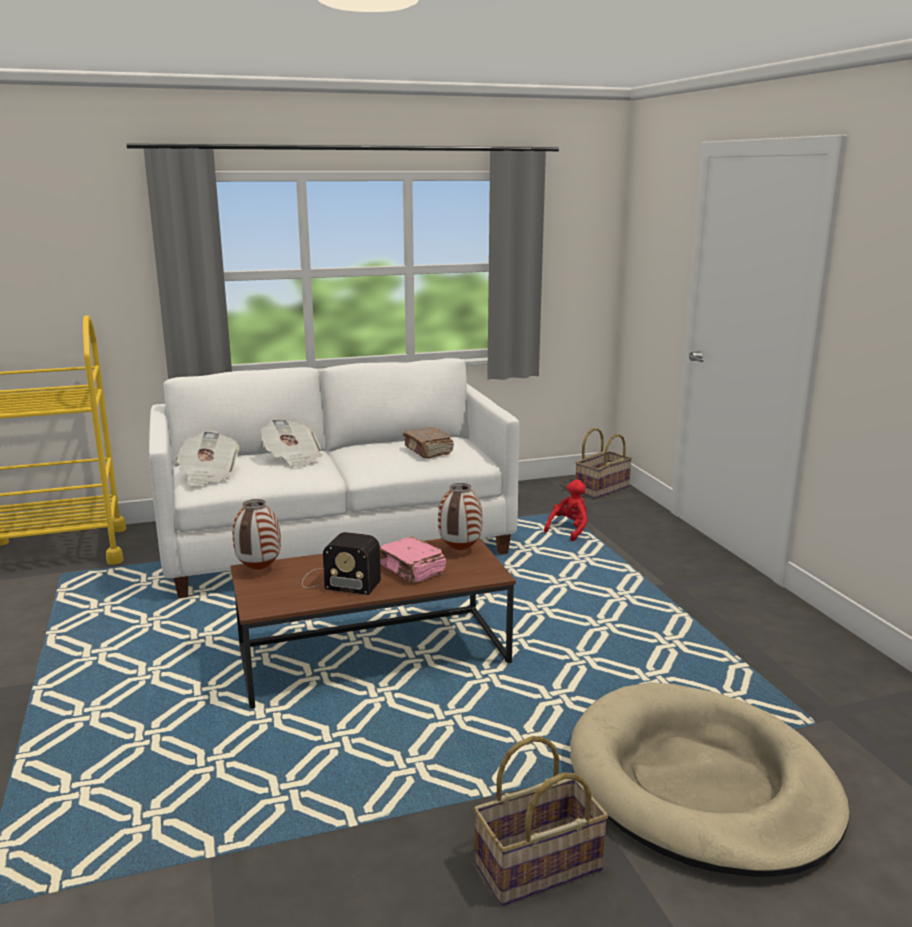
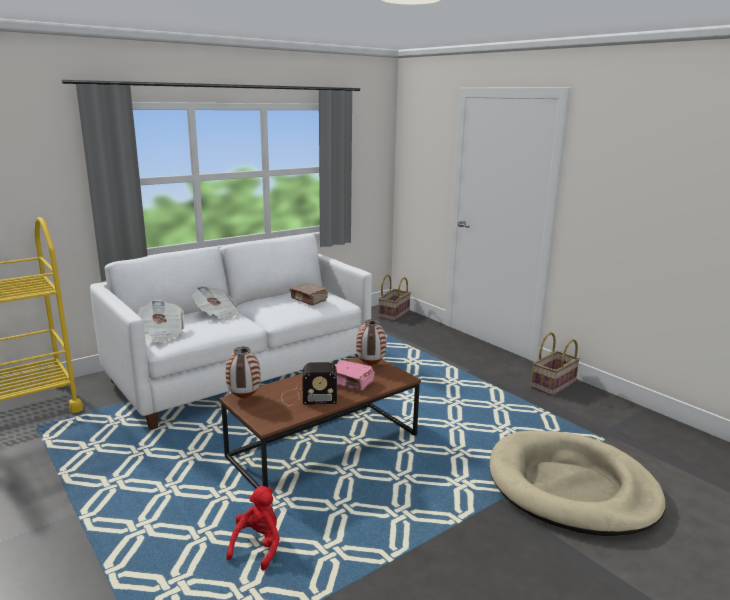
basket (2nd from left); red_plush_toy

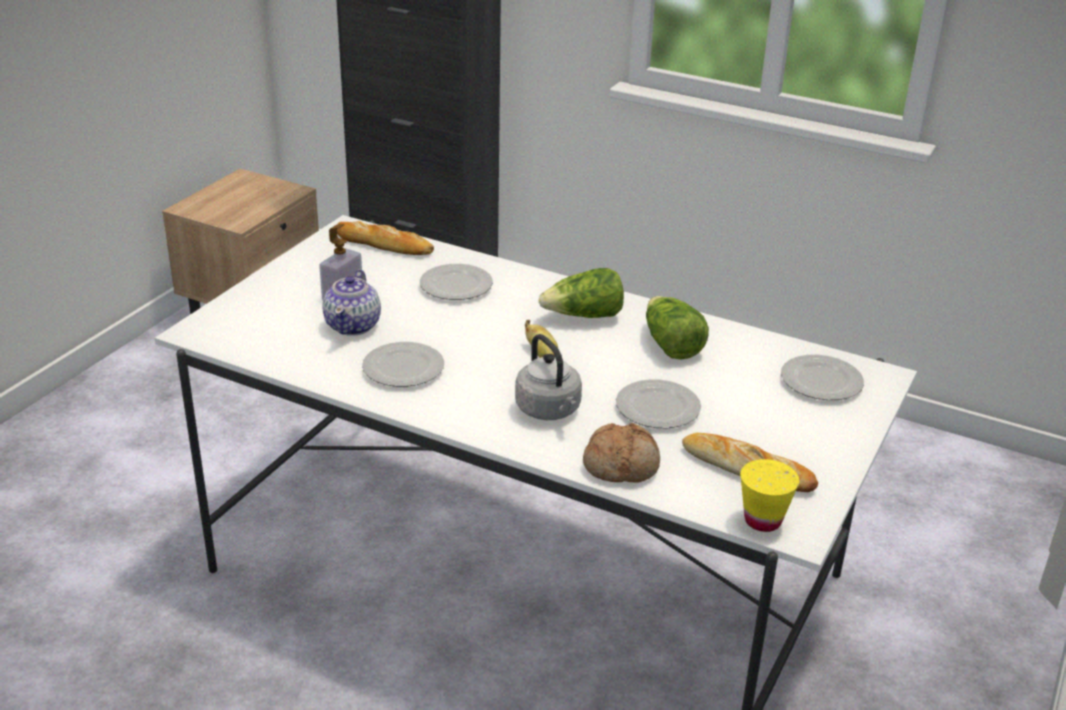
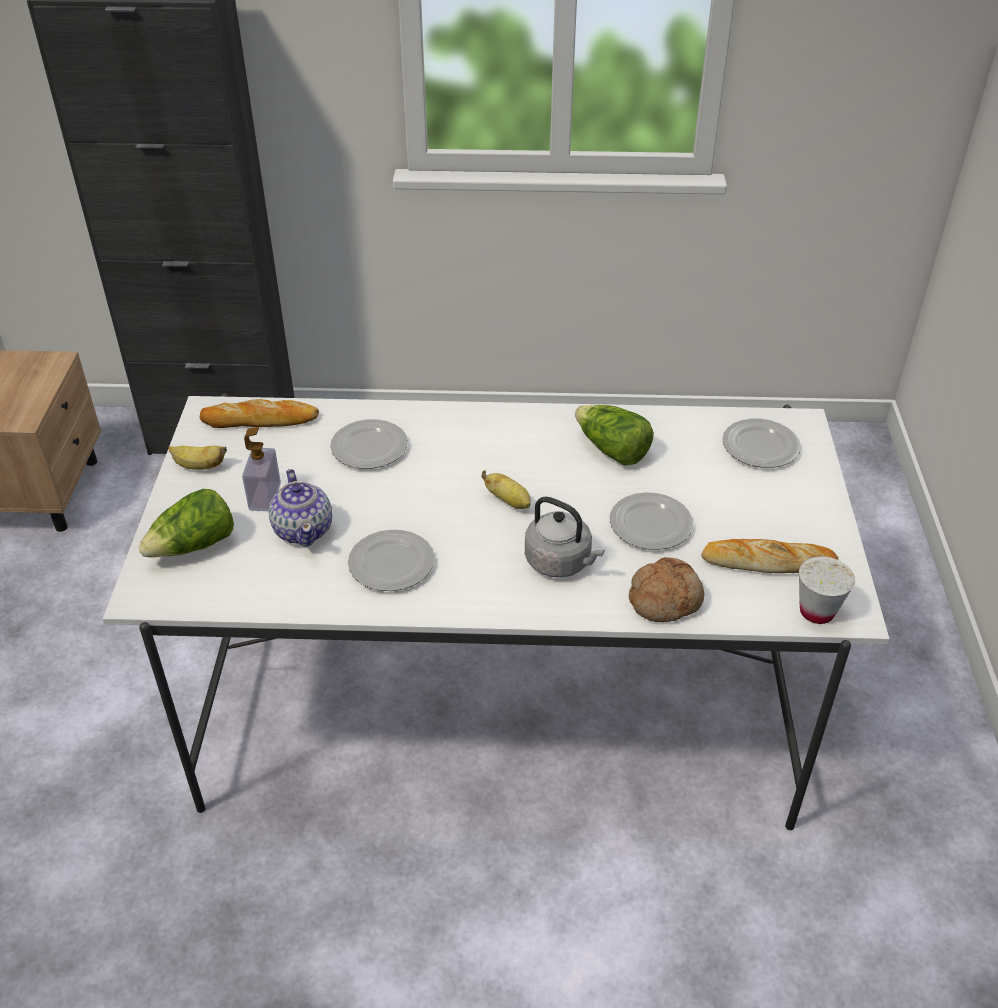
banana (1st from left); lettuce (1st from left); white_cup

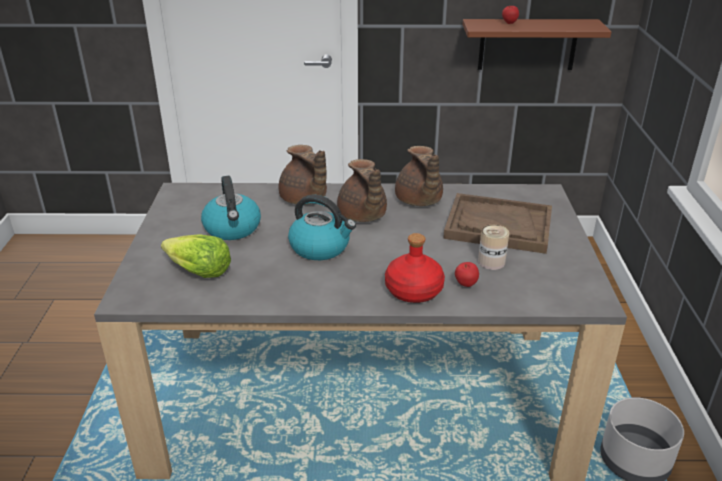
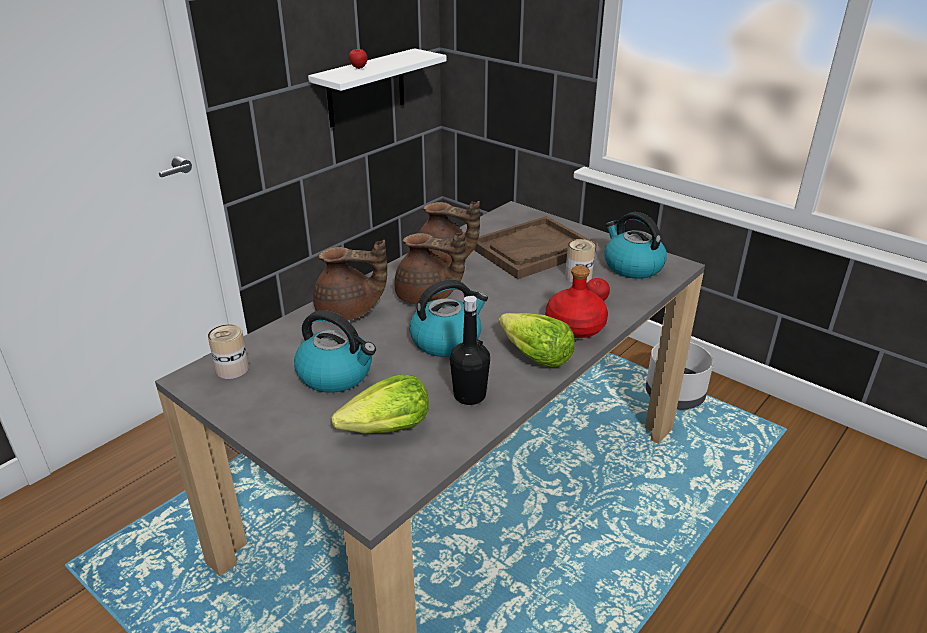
can (1st from left); black_bottle; lettuce (2nd from left); kettle (3rd from left); white_shelf

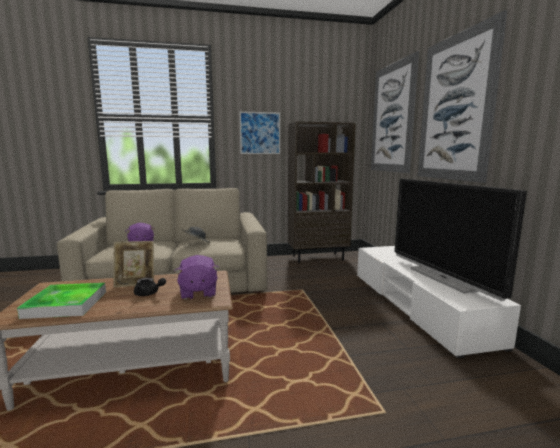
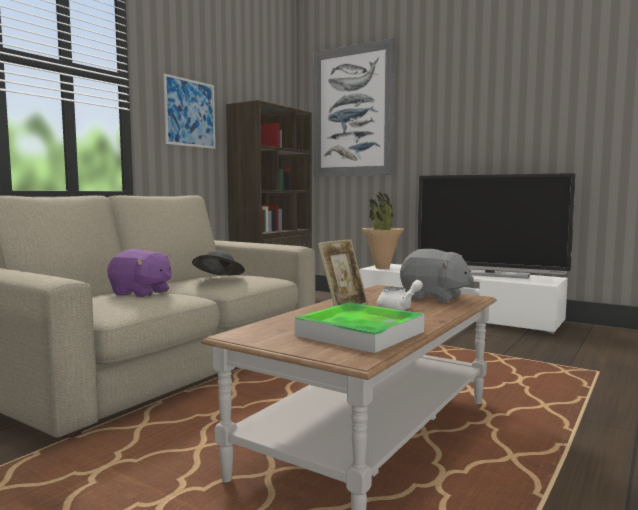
picture (3rd from left in the first image); potted_plant; white_teapot; grey_plush_toy

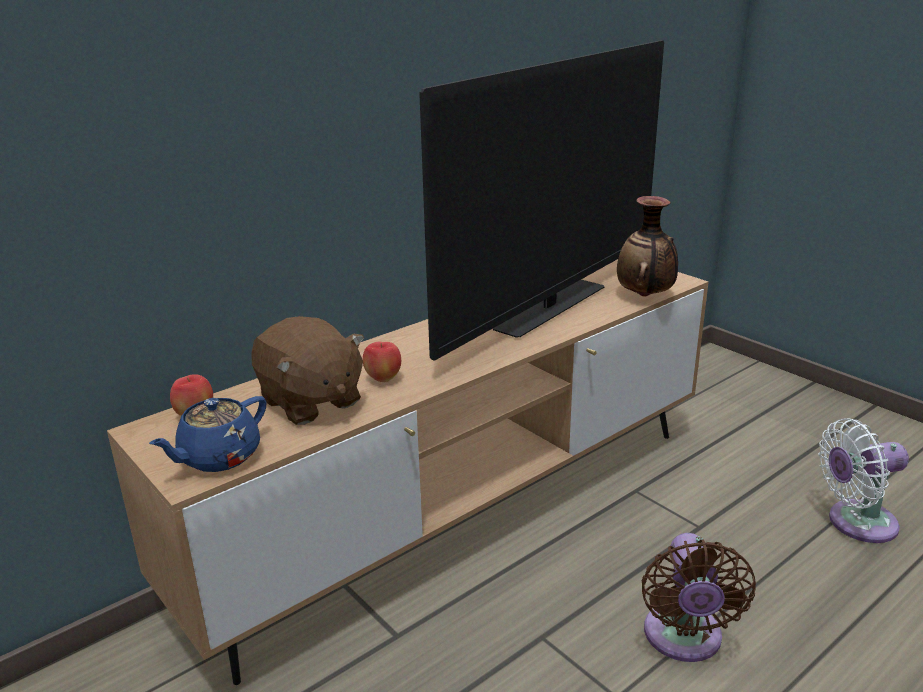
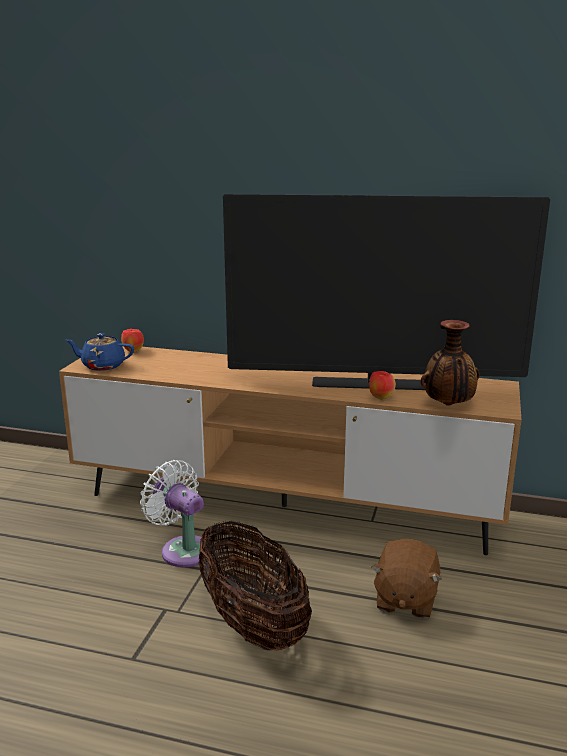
brown_plush_toy; apple (2nd from left); white_fan; basket

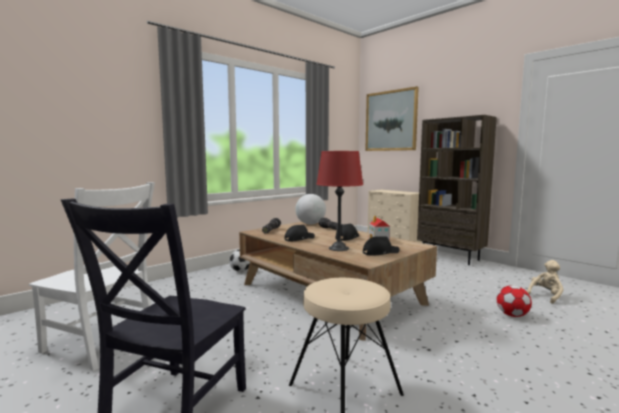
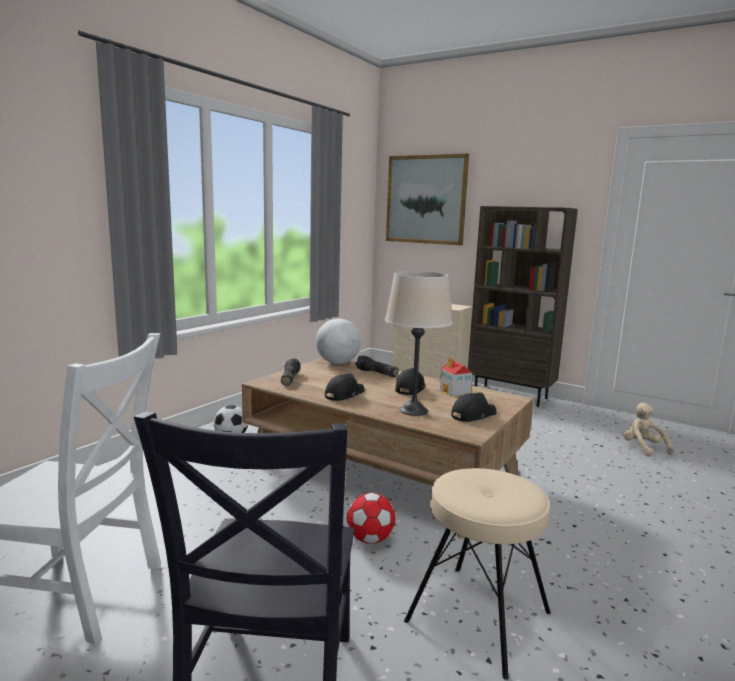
football (2nd from left); beige_table_lamp; beige_plush_toy

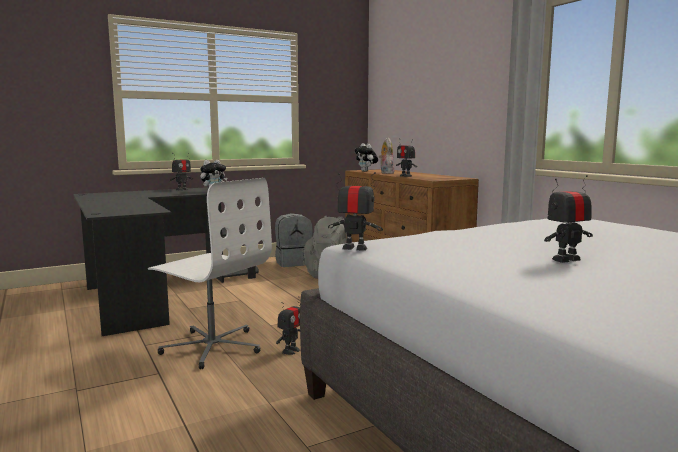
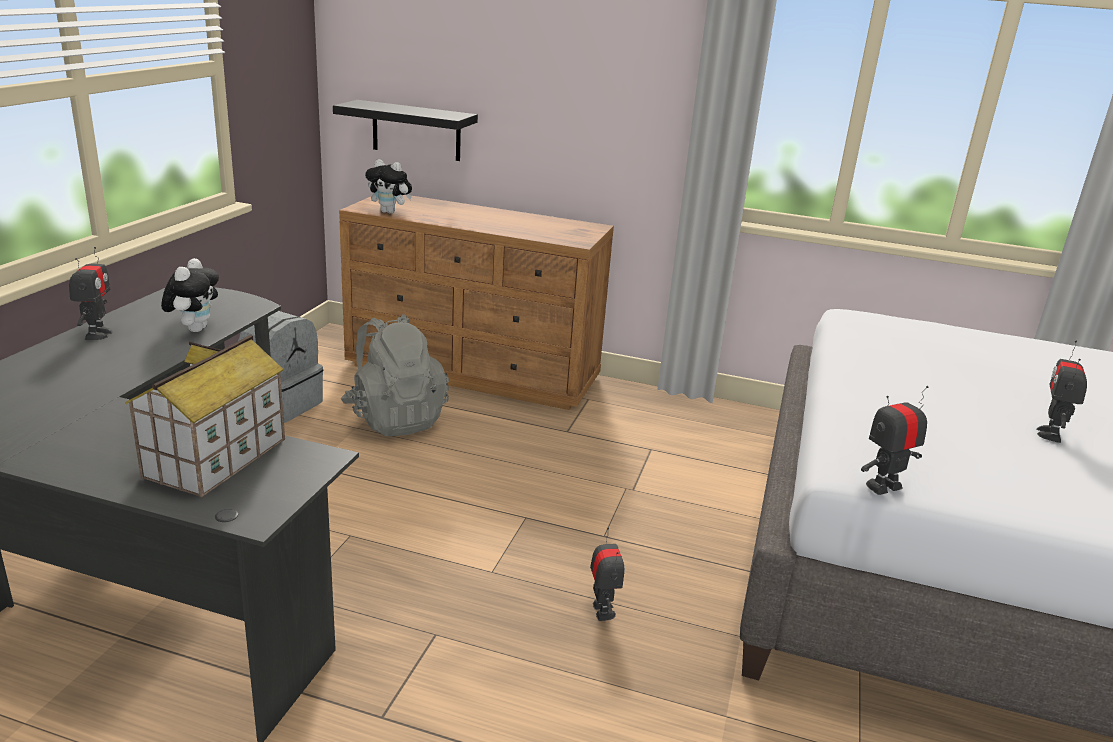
white_office_chair; plush_toy (3rd from left in the first image); toy_robot (4th from left in the first image); toy_house; black_shelf

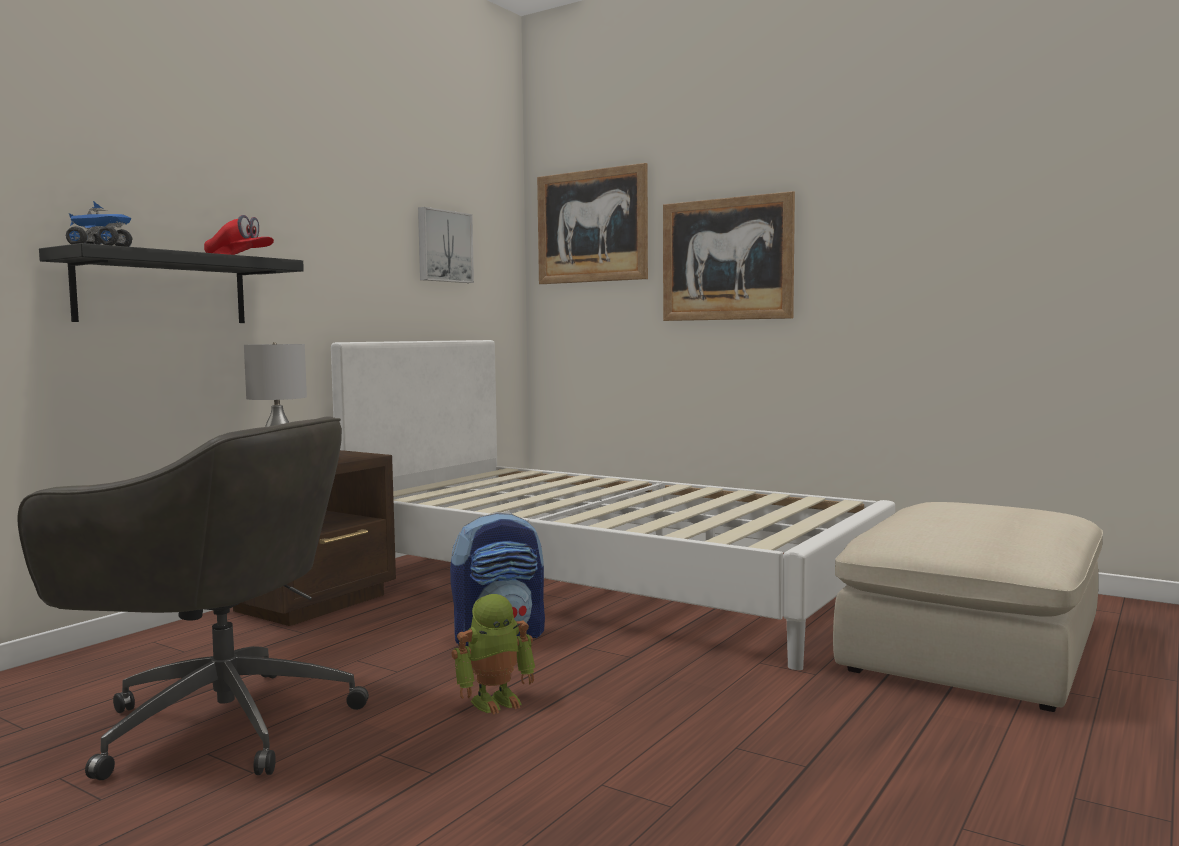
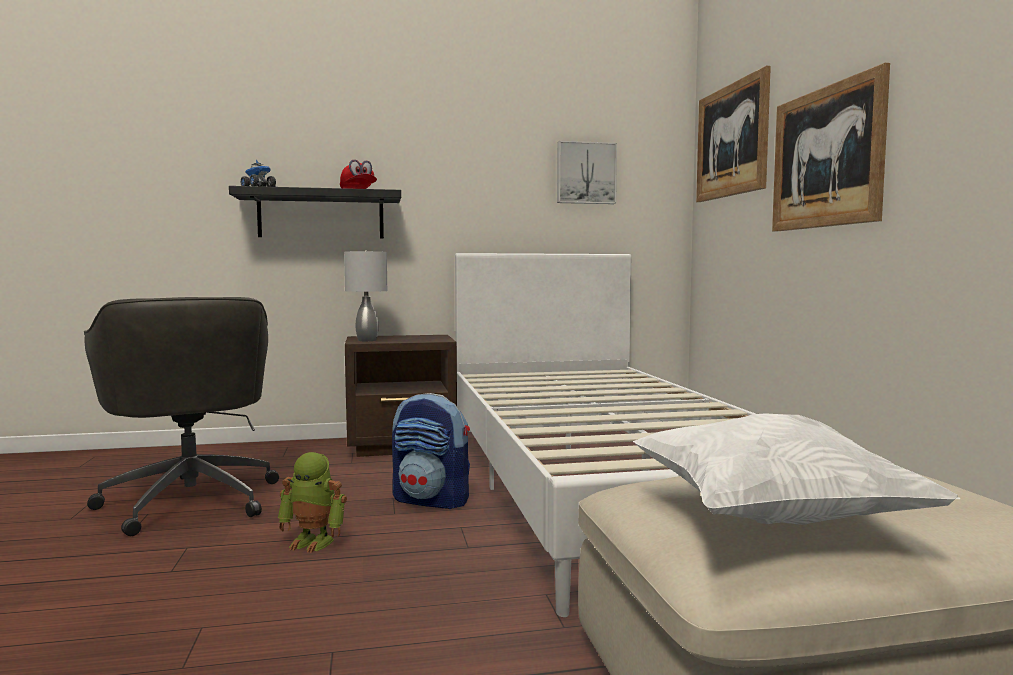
white_pillow

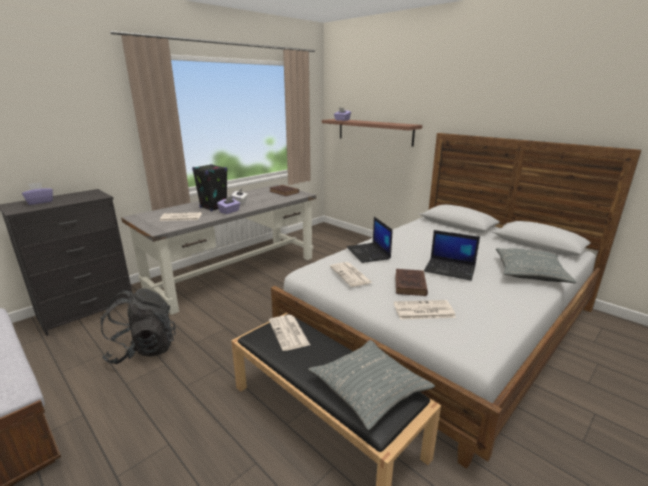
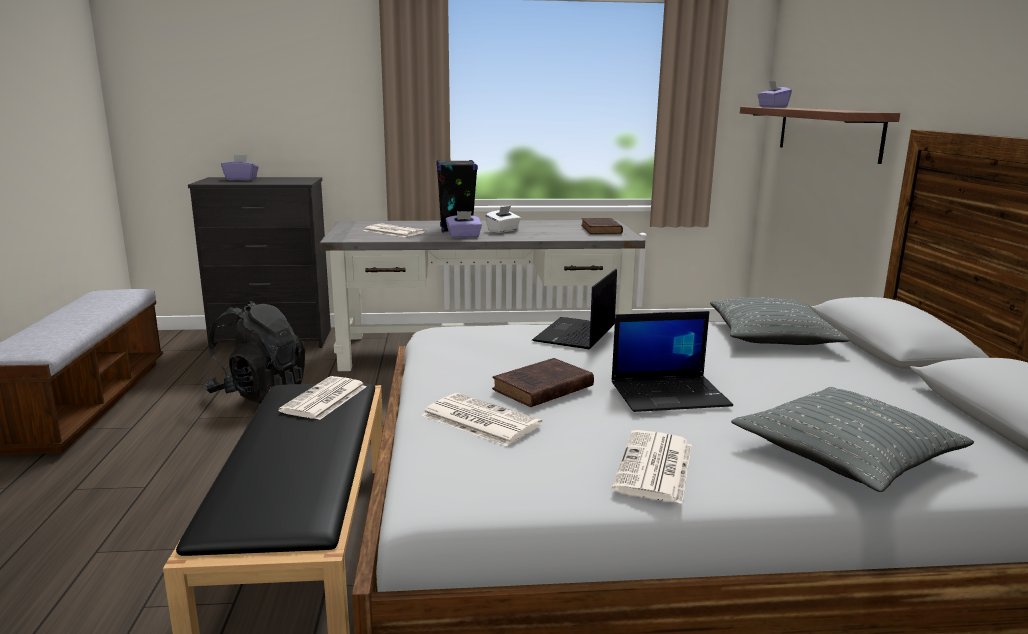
grey_pillow (1st from left); newspaper (4th from left); laptop (2nd from left)

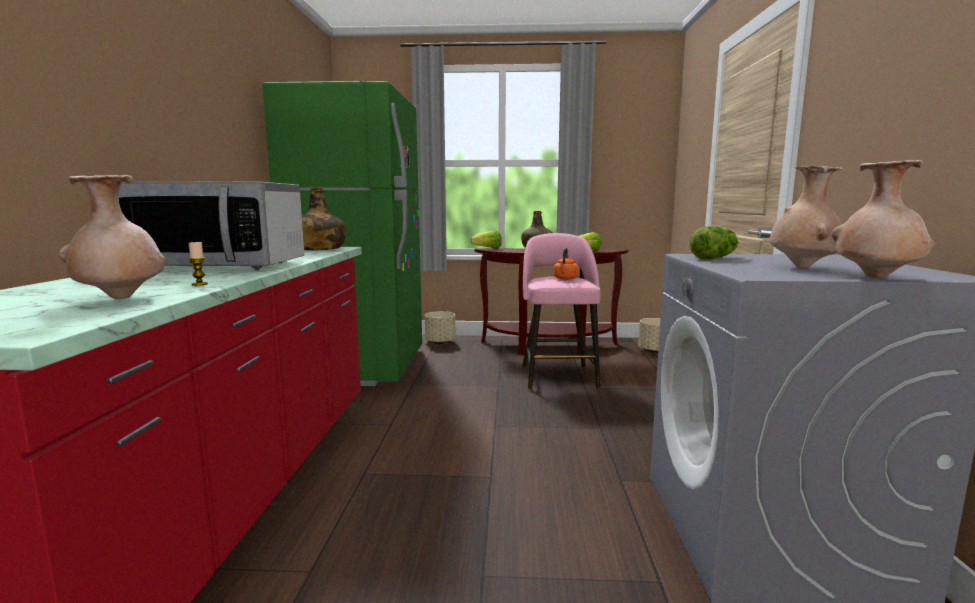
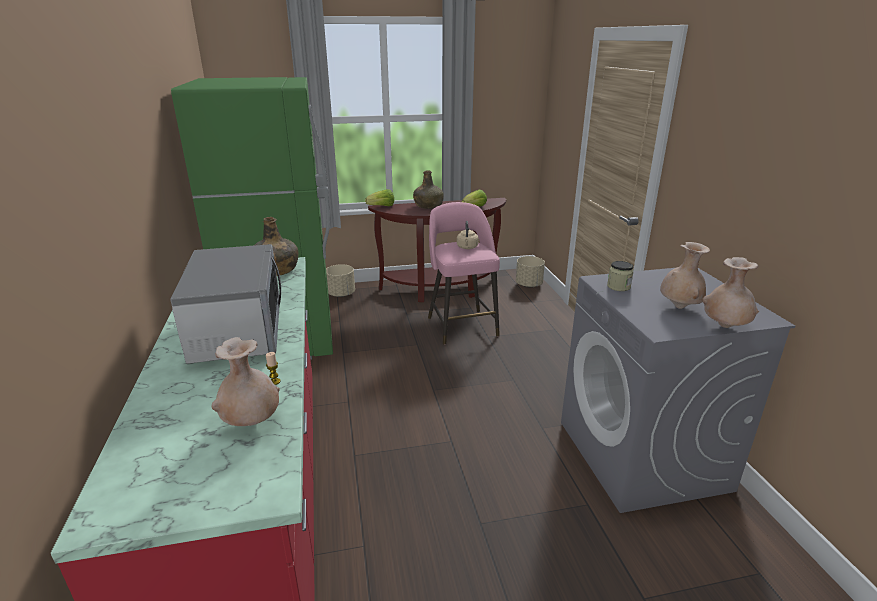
jar; beige_kettle; microwave

